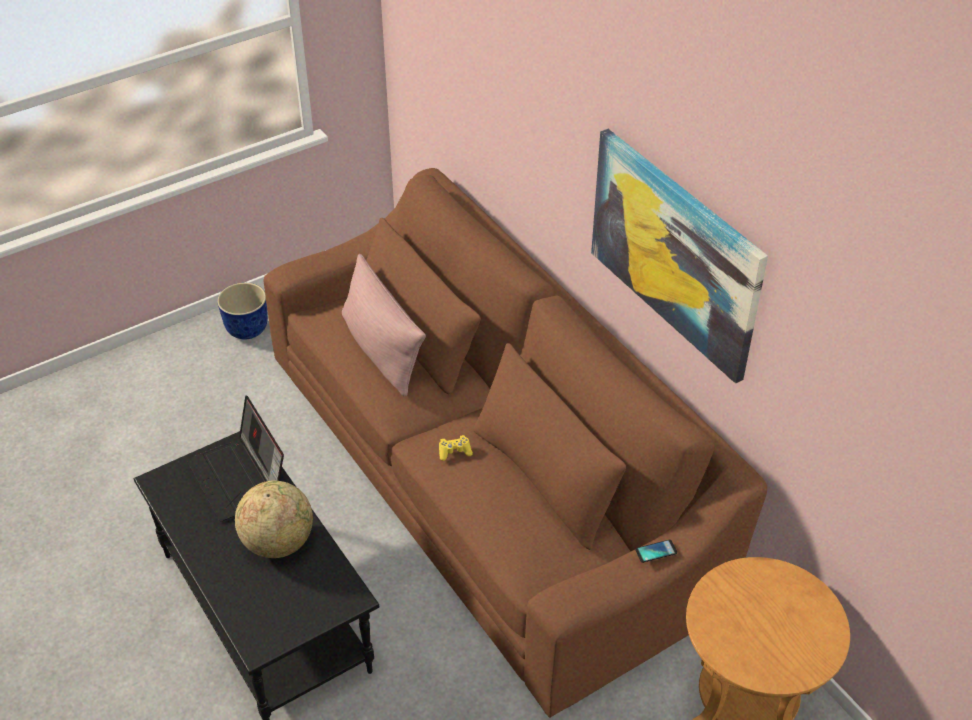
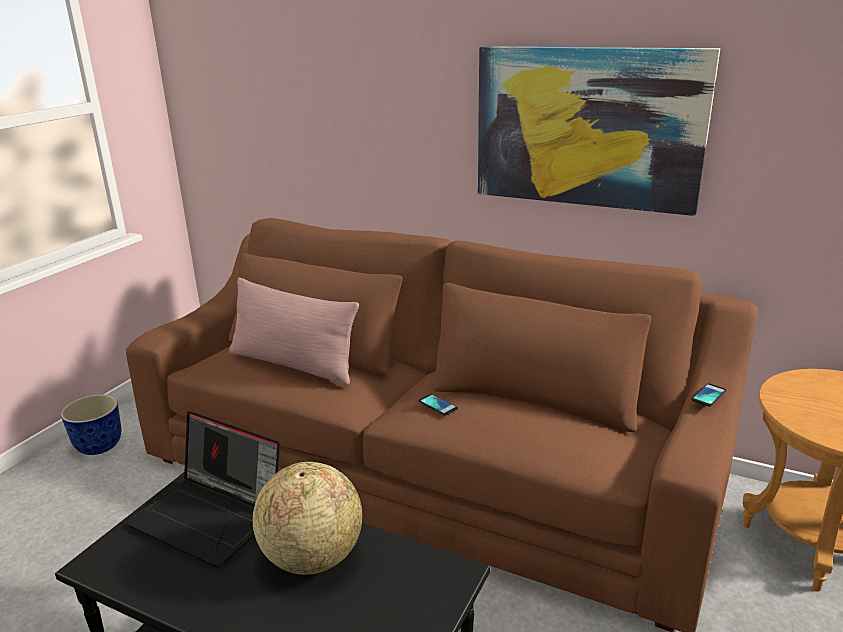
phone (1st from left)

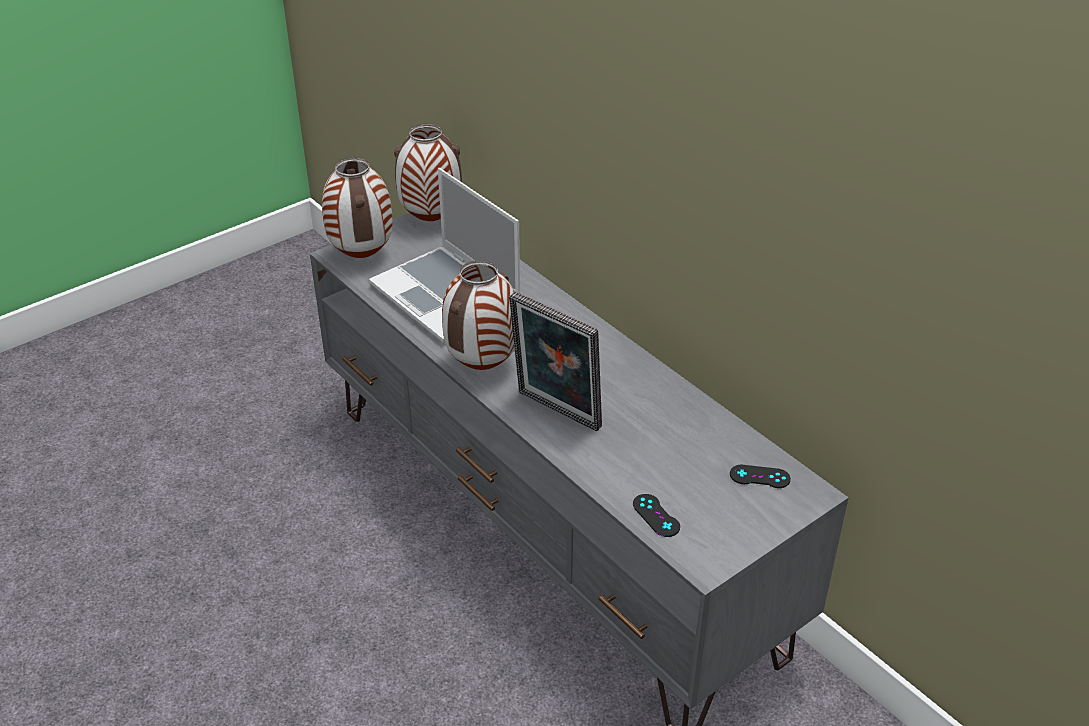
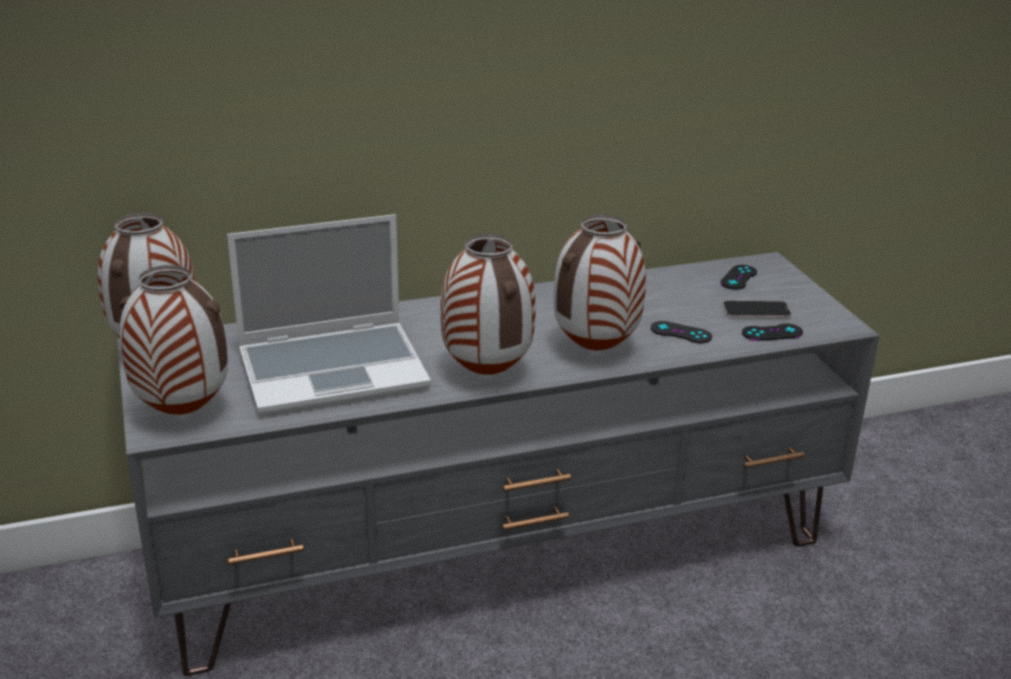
black_game_controller (1st from left); phone; vase (4th from left)

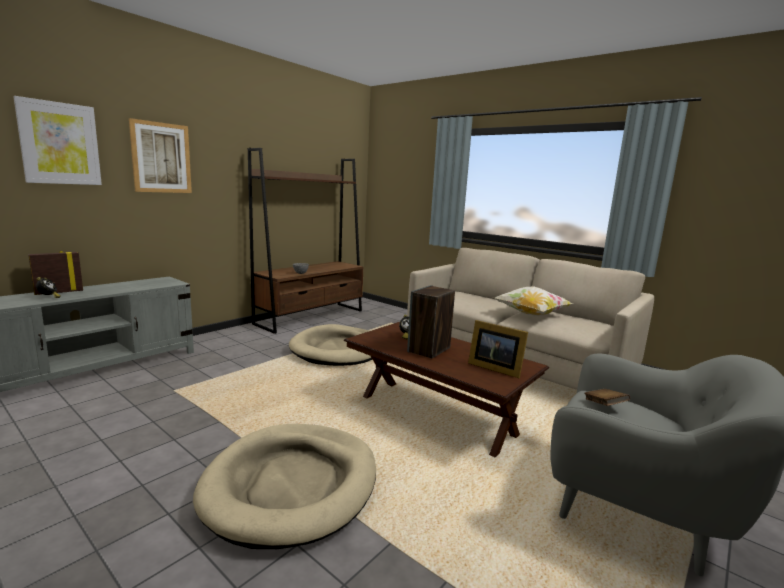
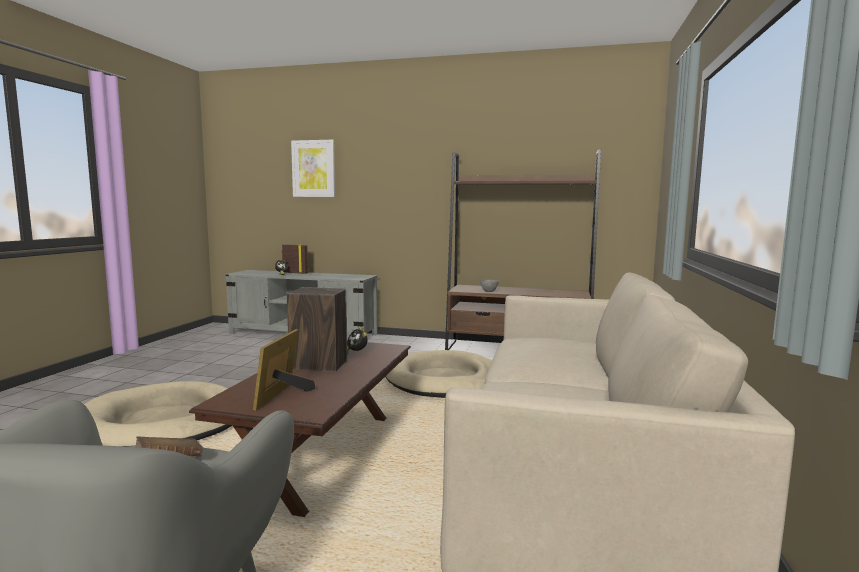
picture (2nd from left in the first image); pillow

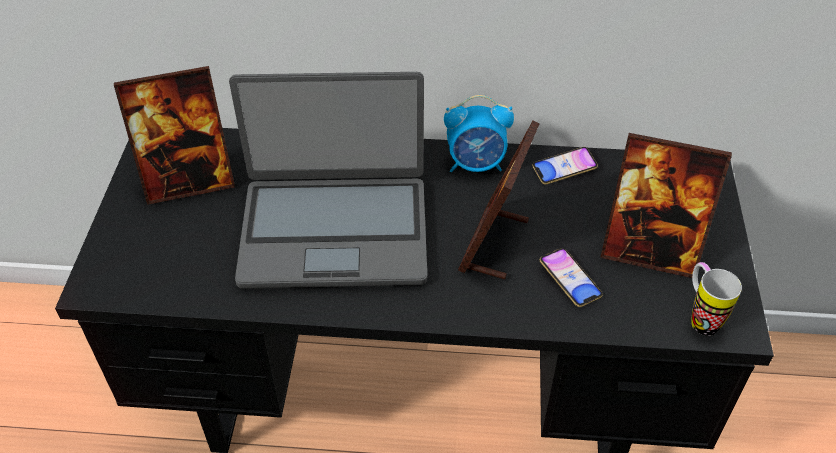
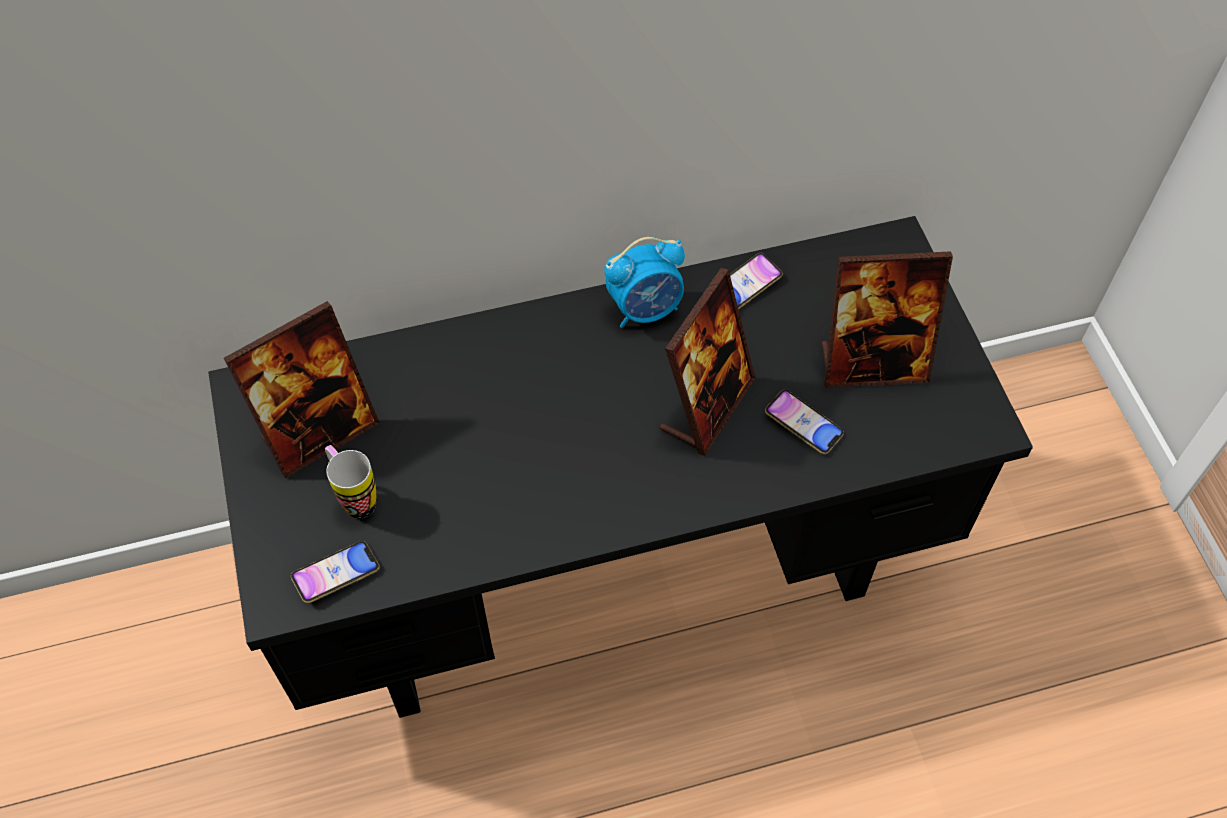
laptop; phone (1st from left); mug; picture_frame (2nd from left)

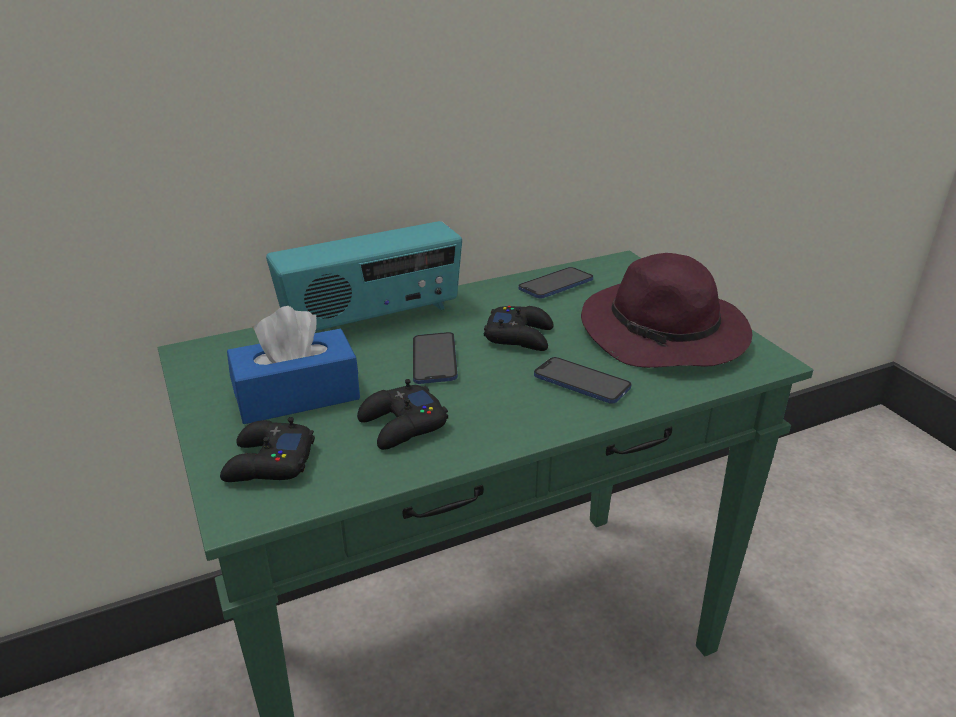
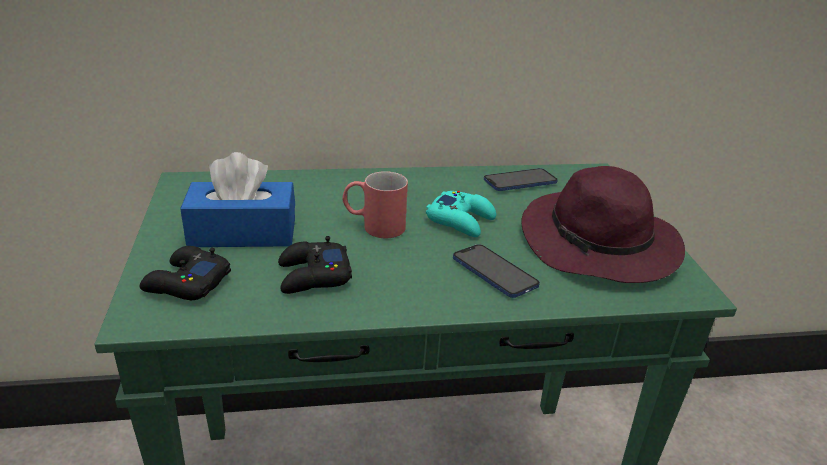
radio; red_mug; turquoise_game_controller

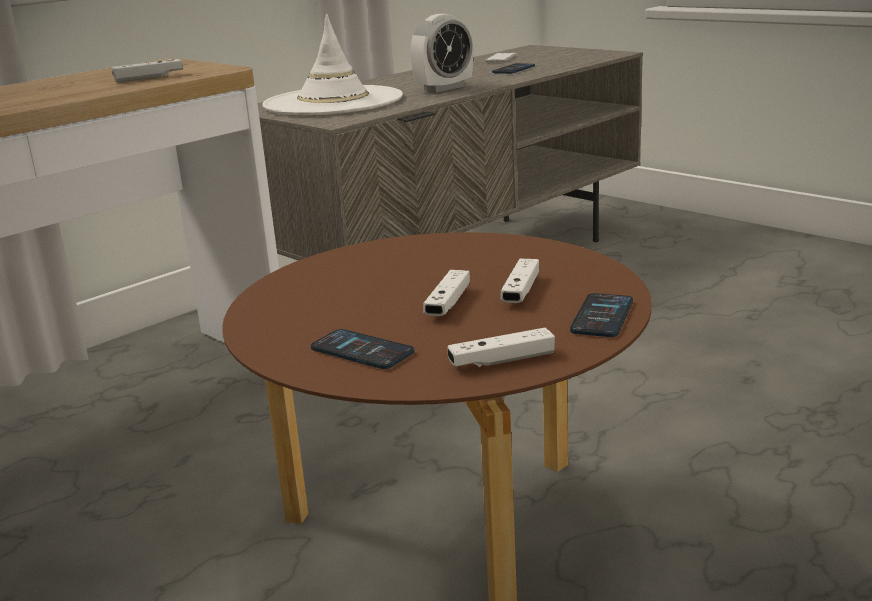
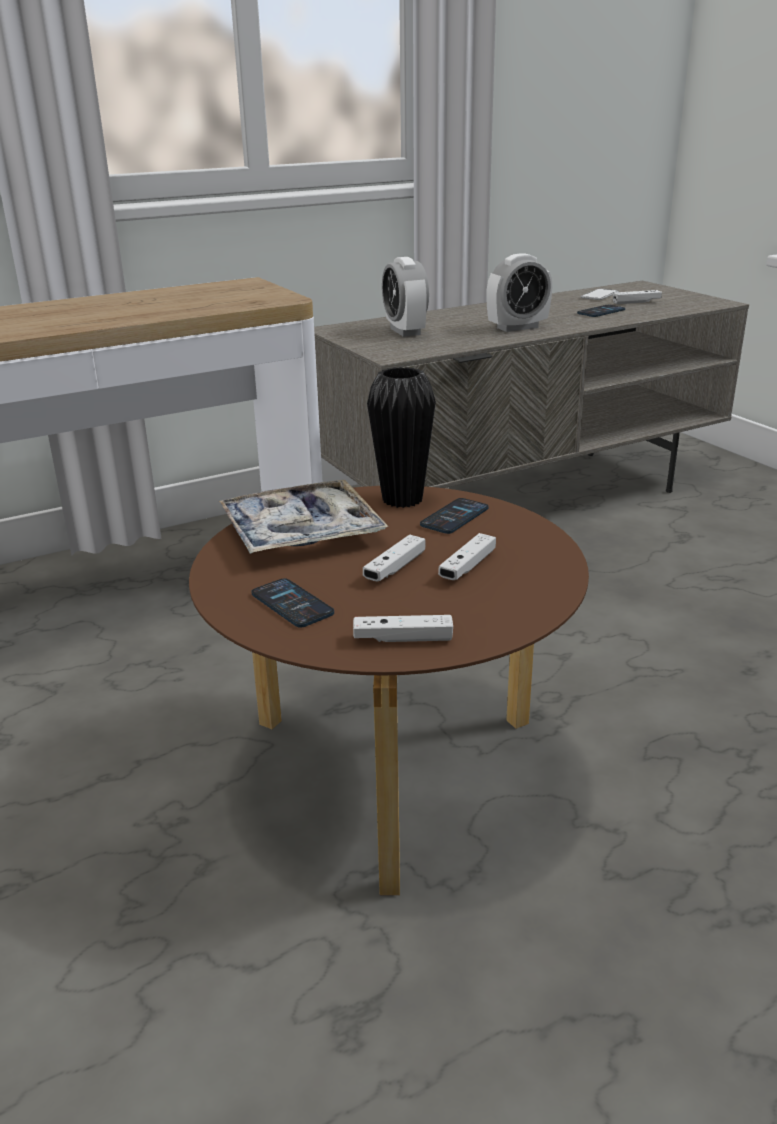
tray; black_vase; white_game_controller (4th from left); phone (2nd from left); alarm_clock (1st from left)

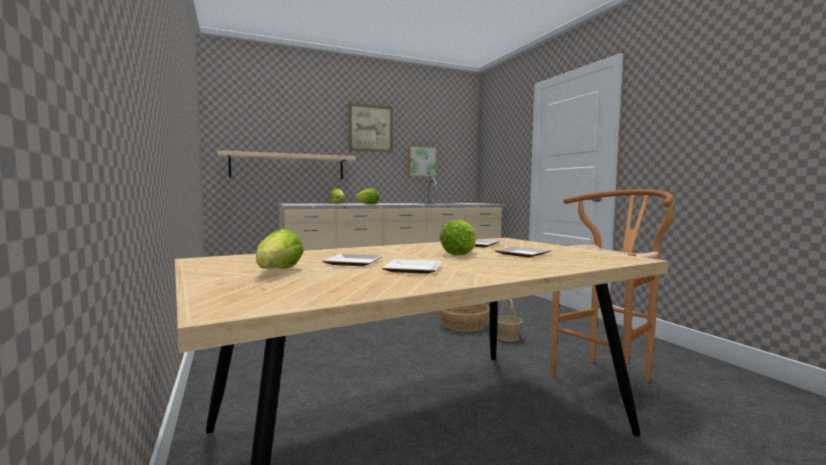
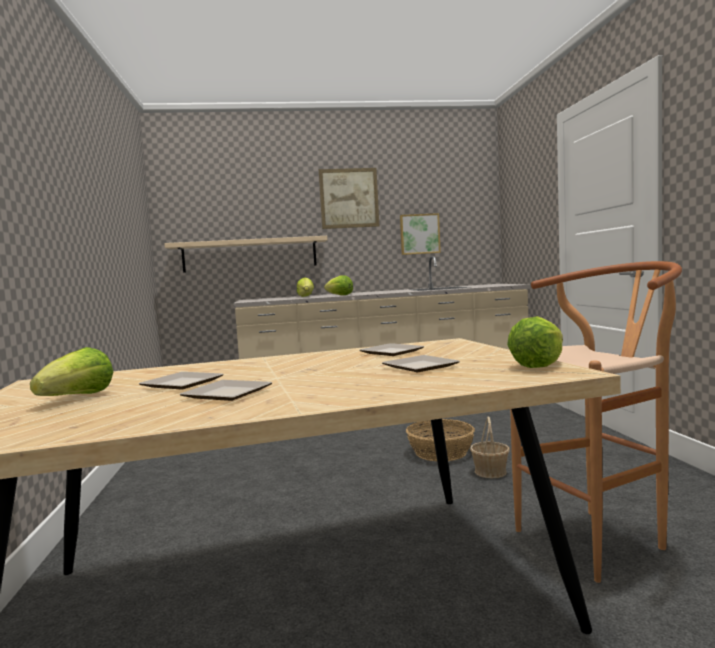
lettuce (4th from left)

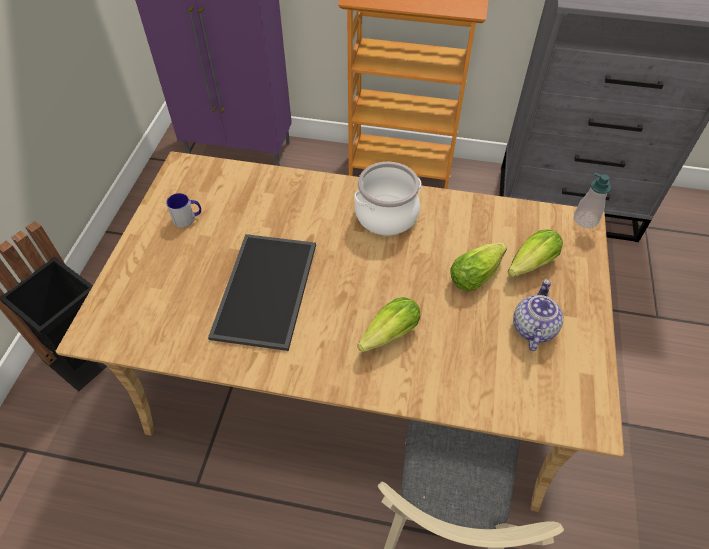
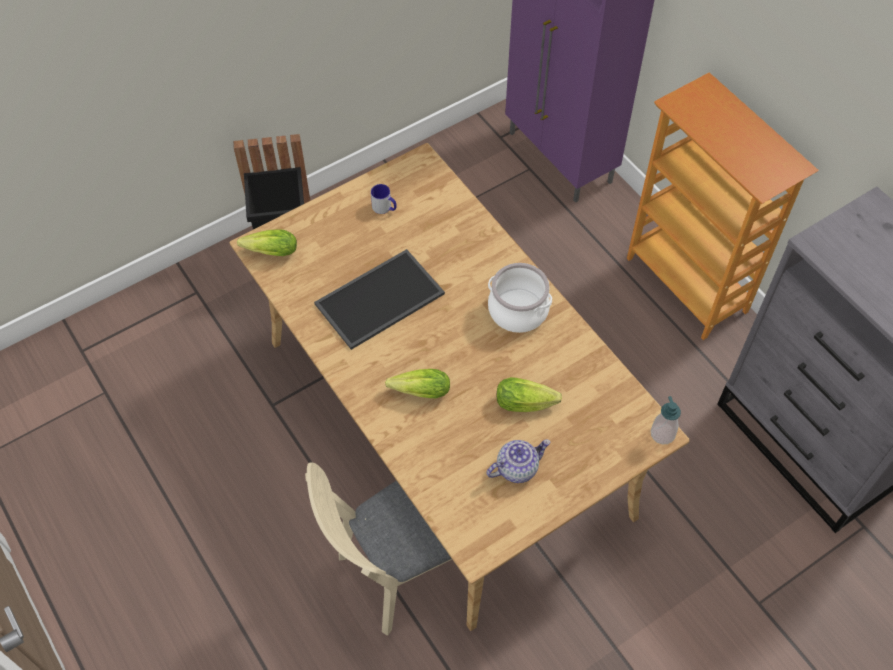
lettuce (1st from left)

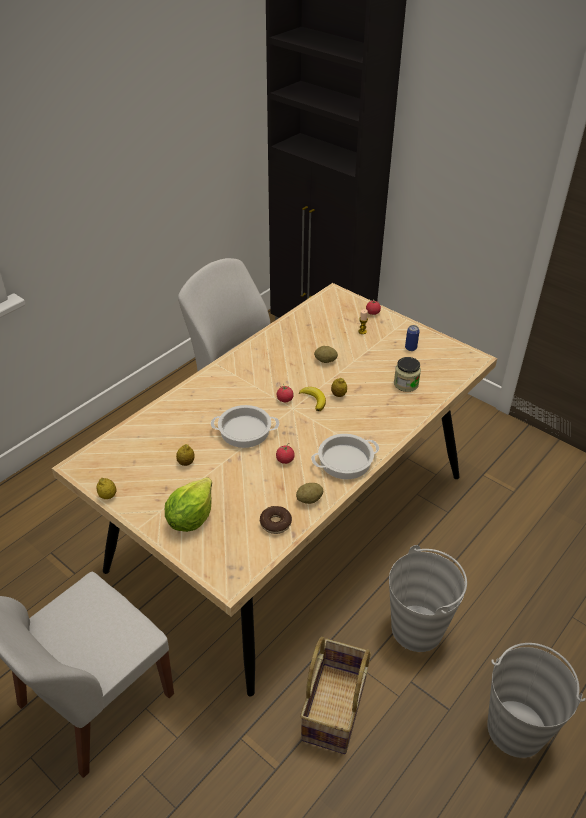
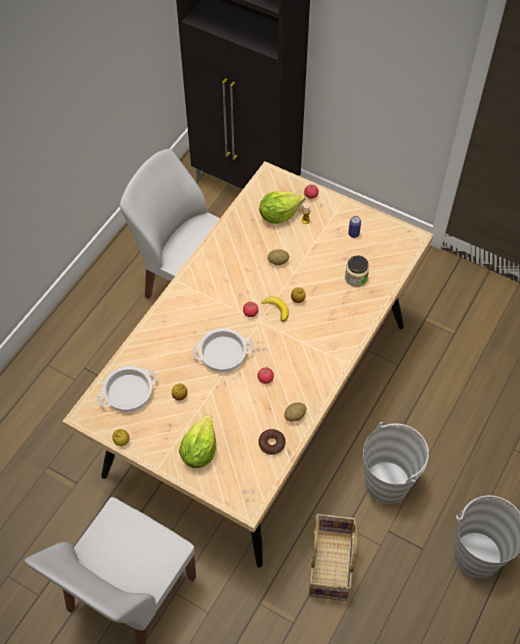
lettuce (2nd from left); cooking_pot (1st from left)

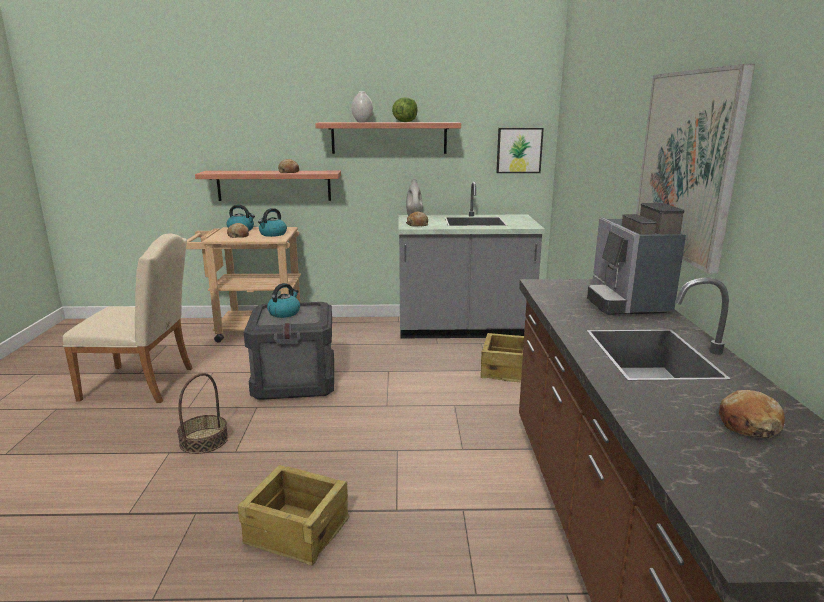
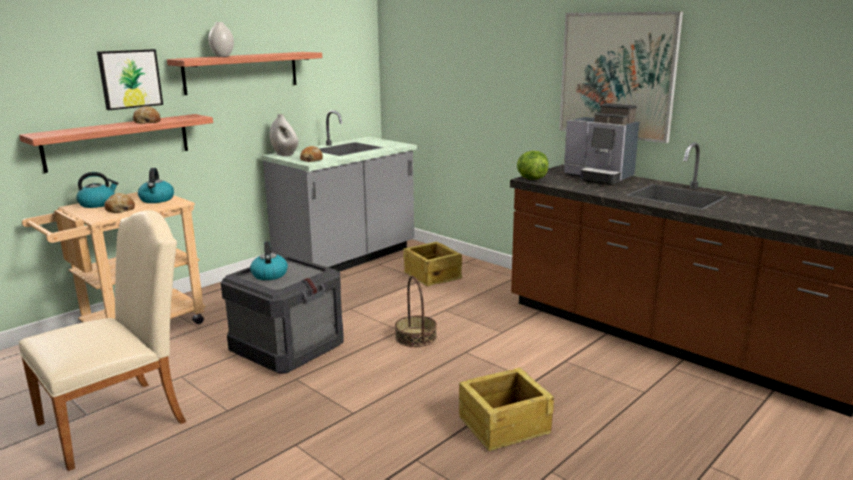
bread (4th from left in the first image); basket; lettuce; picture (1st from left)

